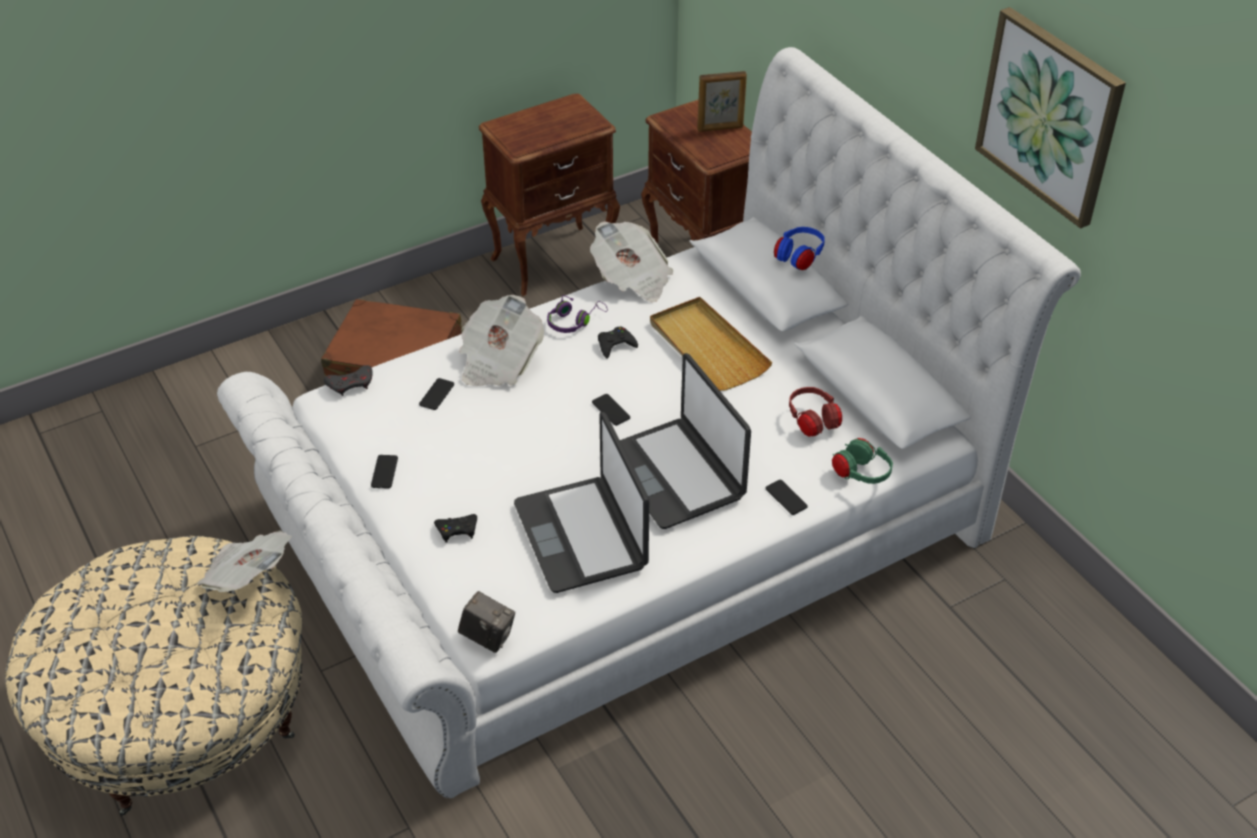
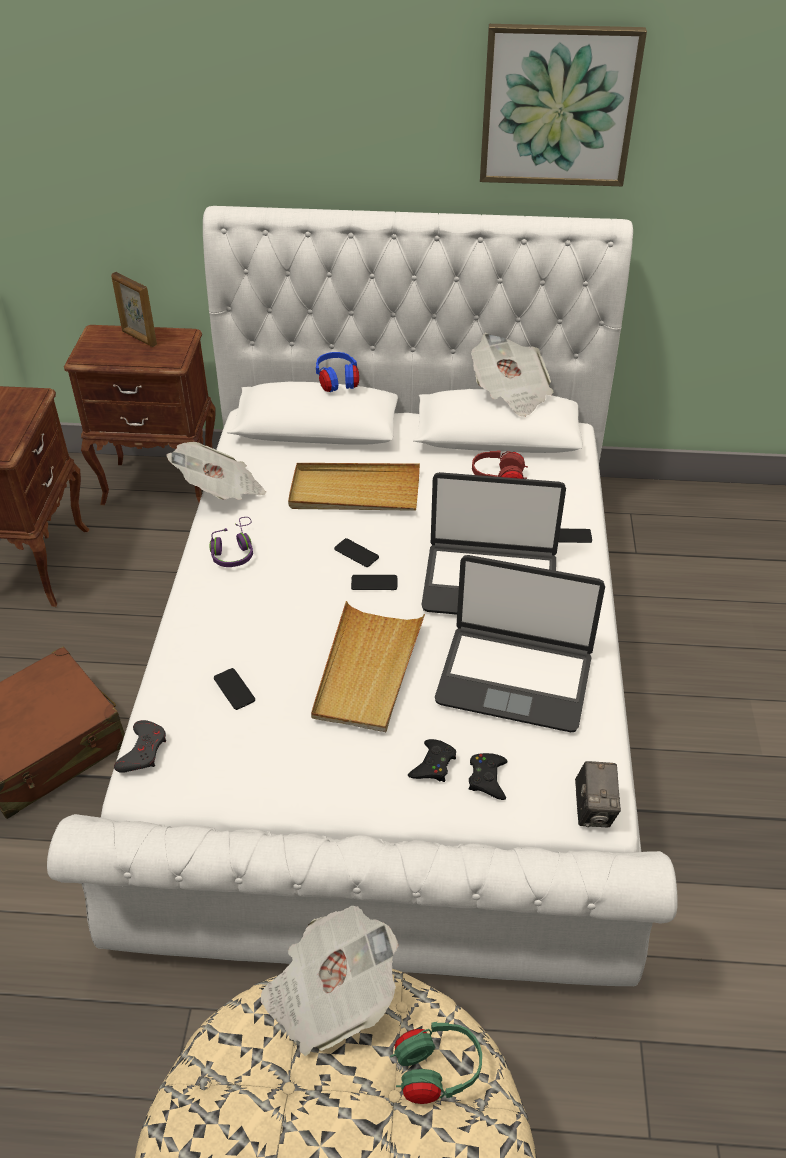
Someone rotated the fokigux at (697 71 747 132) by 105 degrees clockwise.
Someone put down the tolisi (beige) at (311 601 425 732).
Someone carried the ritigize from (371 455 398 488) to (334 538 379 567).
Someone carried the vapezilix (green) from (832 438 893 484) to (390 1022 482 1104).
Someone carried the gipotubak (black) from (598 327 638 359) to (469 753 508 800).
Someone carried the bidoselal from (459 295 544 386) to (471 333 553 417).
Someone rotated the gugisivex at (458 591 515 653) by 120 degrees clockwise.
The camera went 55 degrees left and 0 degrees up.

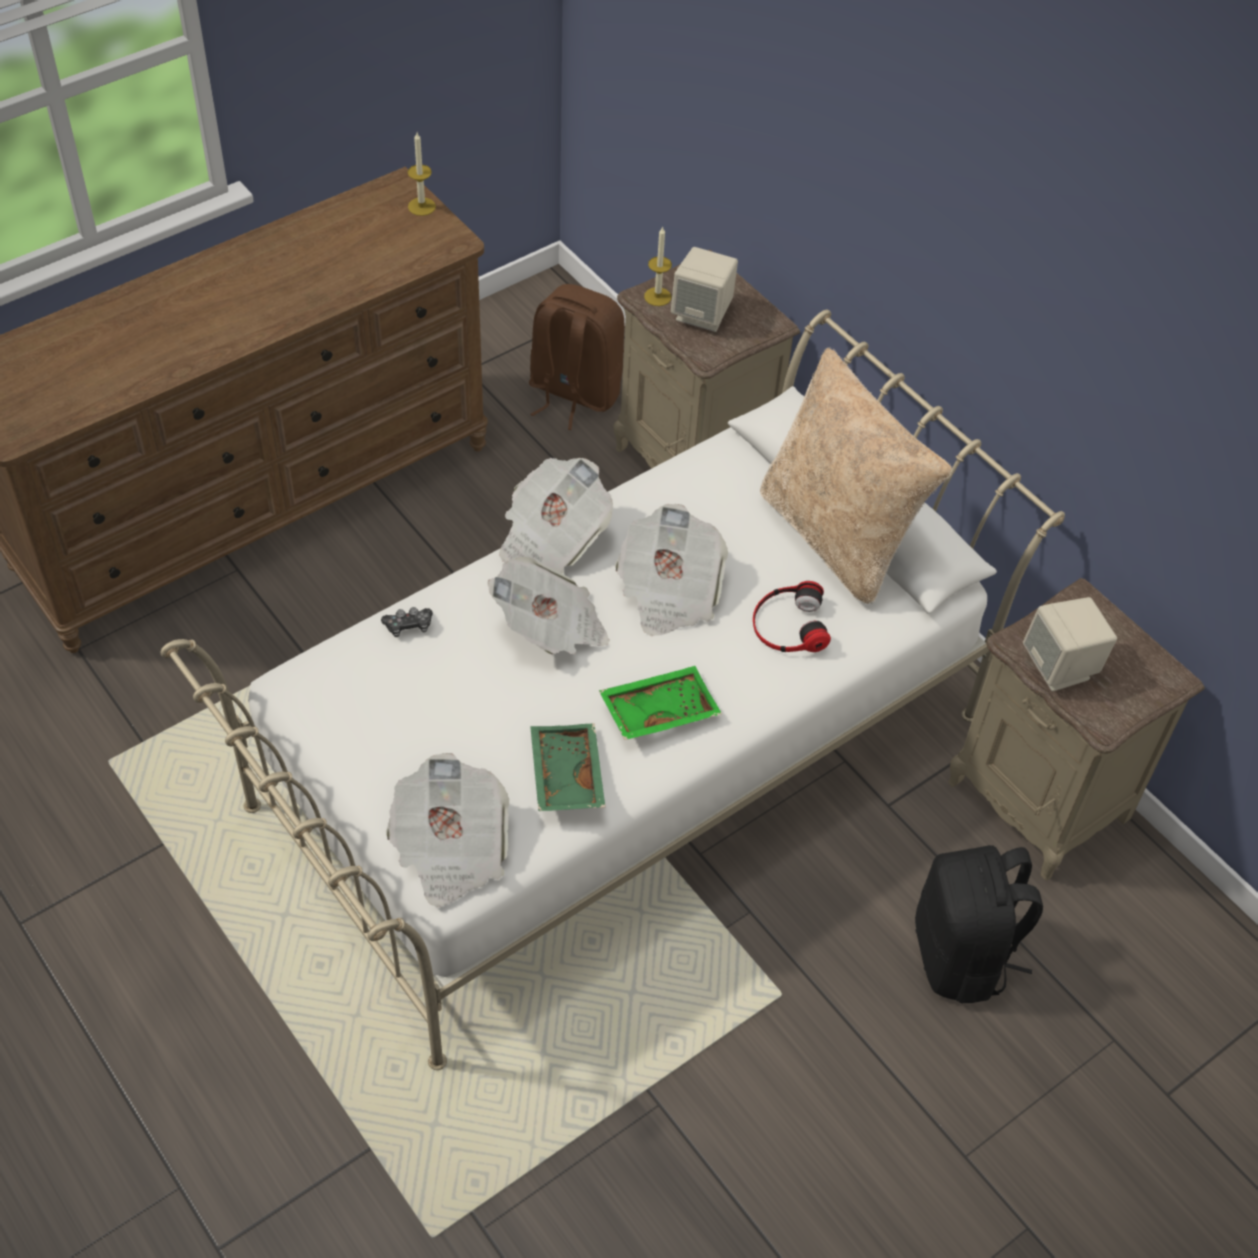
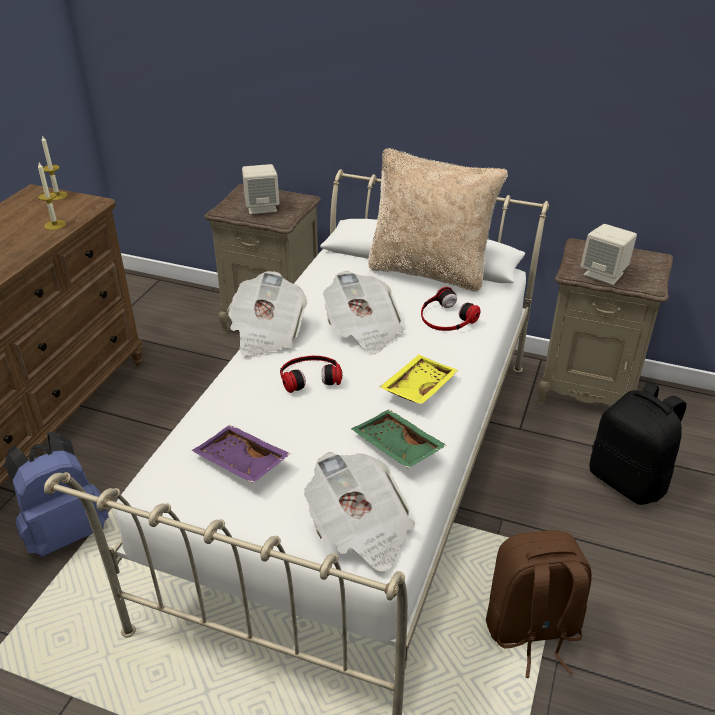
Someone put down the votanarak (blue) at (4 432 108 557).
Someone carried the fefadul from (644 226 672 306) to (38 162 66 230).
Someone put down the tolisi (purple) at (191 425 291 483).
Someone swapped the bidoselal at (488 557 610 655) for the vapezilix at (280 356 342 393).
Someone repainted the tolisi (green) at (599 666 722 740), which became the tolisi (yellow) at (380 354 459 405).
Someone carried the votanarak (brown) from (529 284 624 430) to (486 530 592 678).
Someone took away the gipotubak at (381 607 433 637).
The camera went 30 degrees left and 15 degrees down.

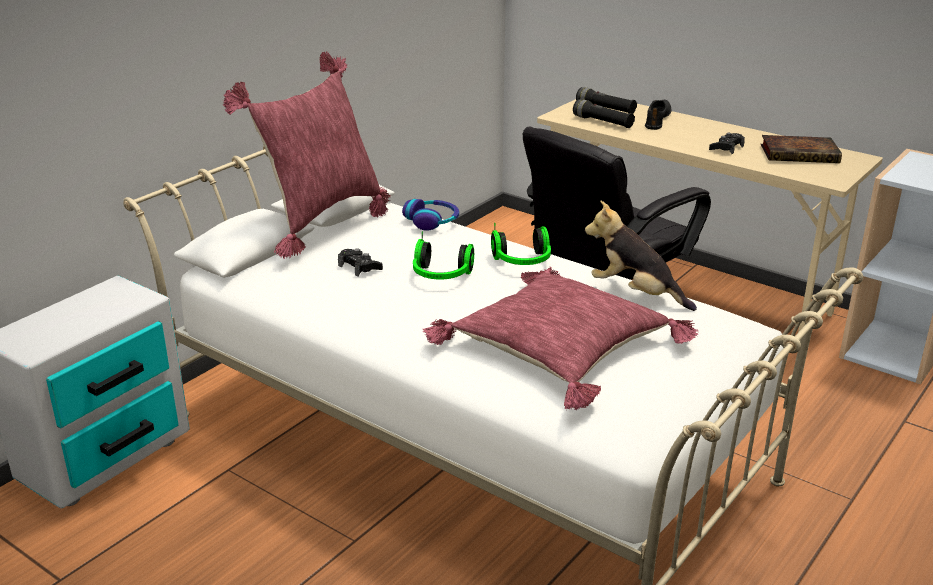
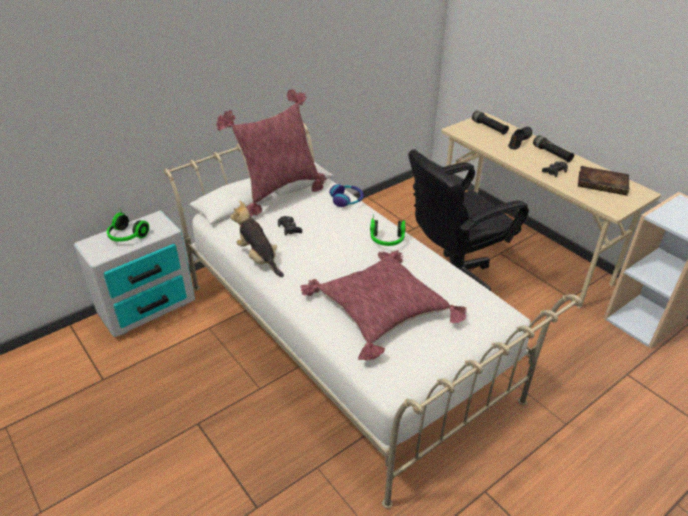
Someone carried the vapezilix from (413 232 474 280) to (107 209 149 242).
Someone carried the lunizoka from (585 201 697 311) to (230 201 284 277).
Someone carried the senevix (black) from (573 99 635 128) to (533 135 575 162).
The camera went 15 degrees right and 10 degrees up.

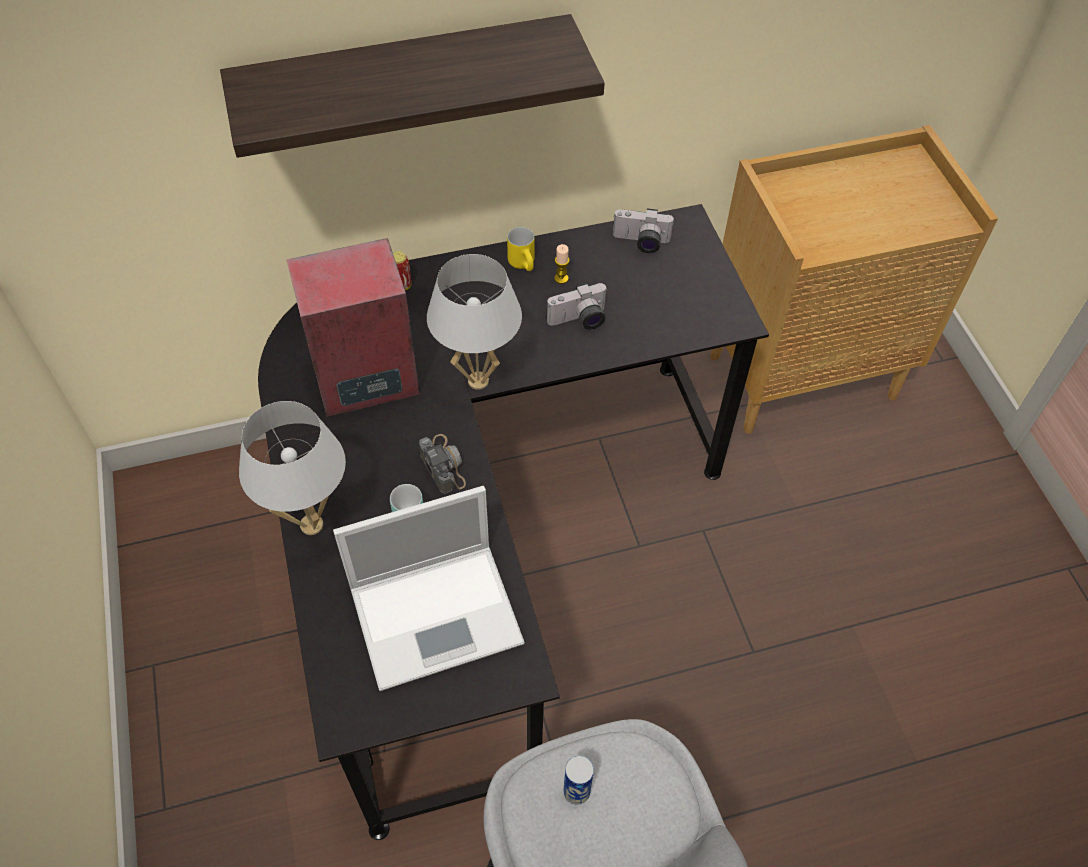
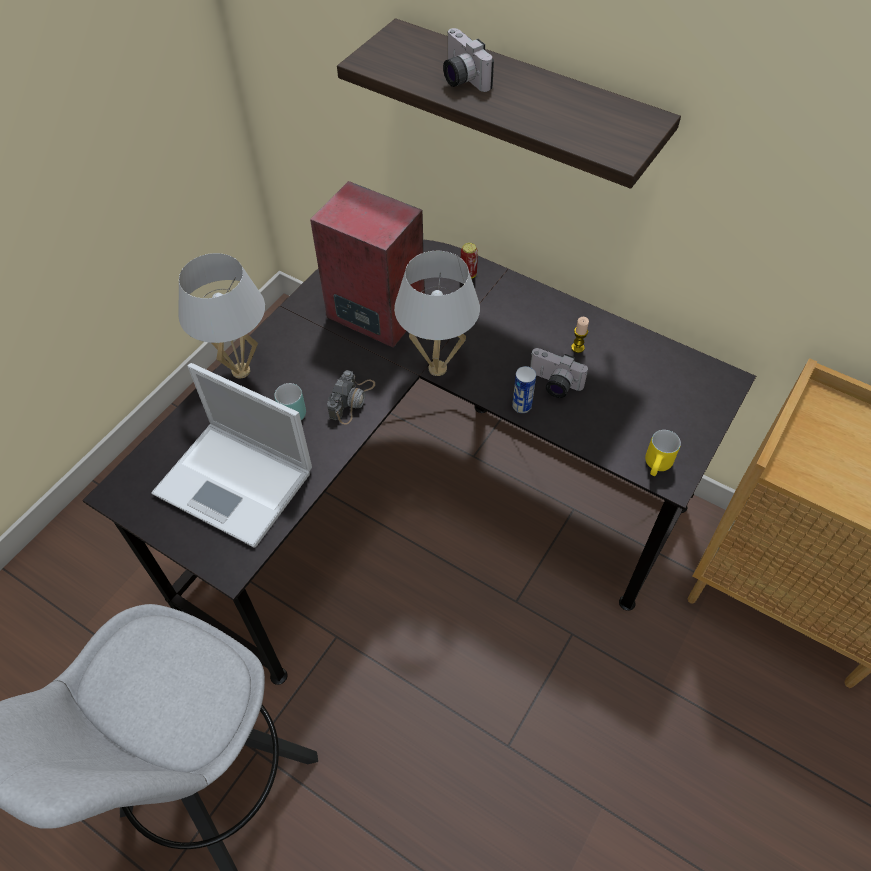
Someone carried the gugisivex from (613 208 674 253) to (443 28 494 92).
Someone carried the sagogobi from (563 755 594 805) to (512 366 536 413).
Someone carried the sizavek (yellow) from (507 227 535 271) to (645 430 681 476).
The camera went 50 degrees right and 0 degrees up.

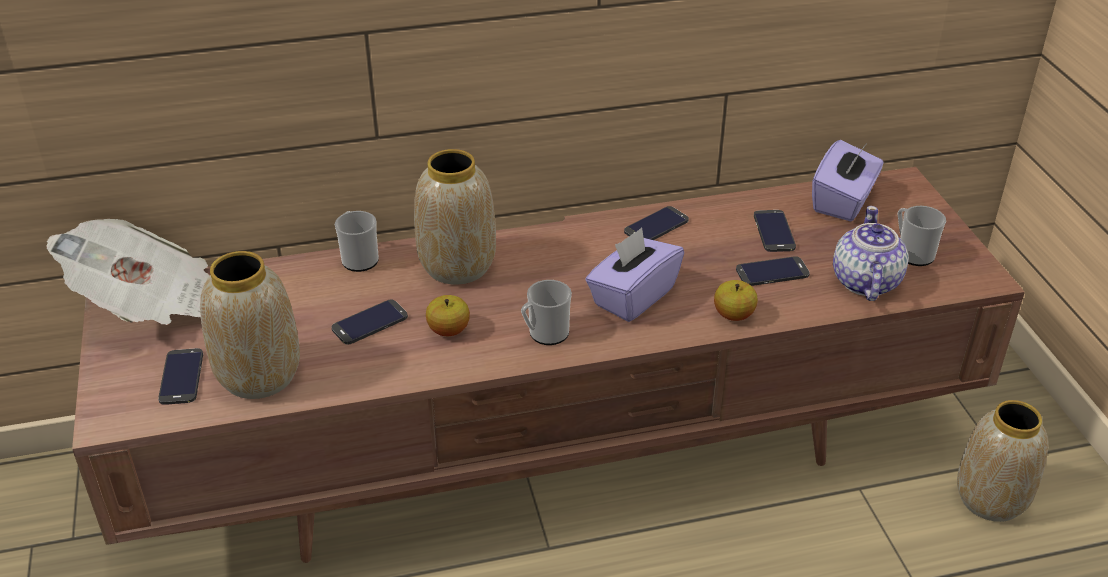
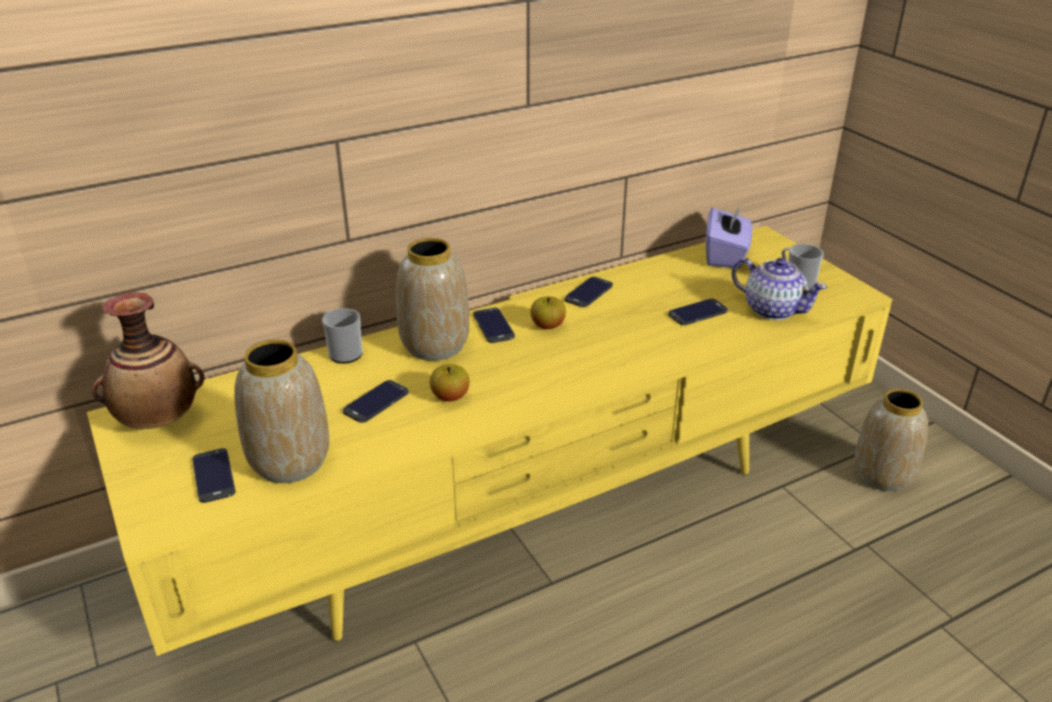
Someone repainted the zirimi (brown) at (72 167 1025 563), which became the zirimi (yellow) at (87 226 892 656).
Someone swapped the bidoselal at (47 219 209 325) for the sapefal at (92 292 204 429).
Someone carried the ritigize from (754 210 796 252) to (473 308 515 343).
Someone carried the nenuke from (714 280 758 321) to (530 296 566 329).
Someone rotated the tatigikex at (833 206 909 301) by 135 degrees clockwise.
Someone took away the sizavek at (521 280 572 345).
Someone took away the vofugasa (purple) at (585 228 684 322).
The camera went 15 degrees left and 5 degrees down.

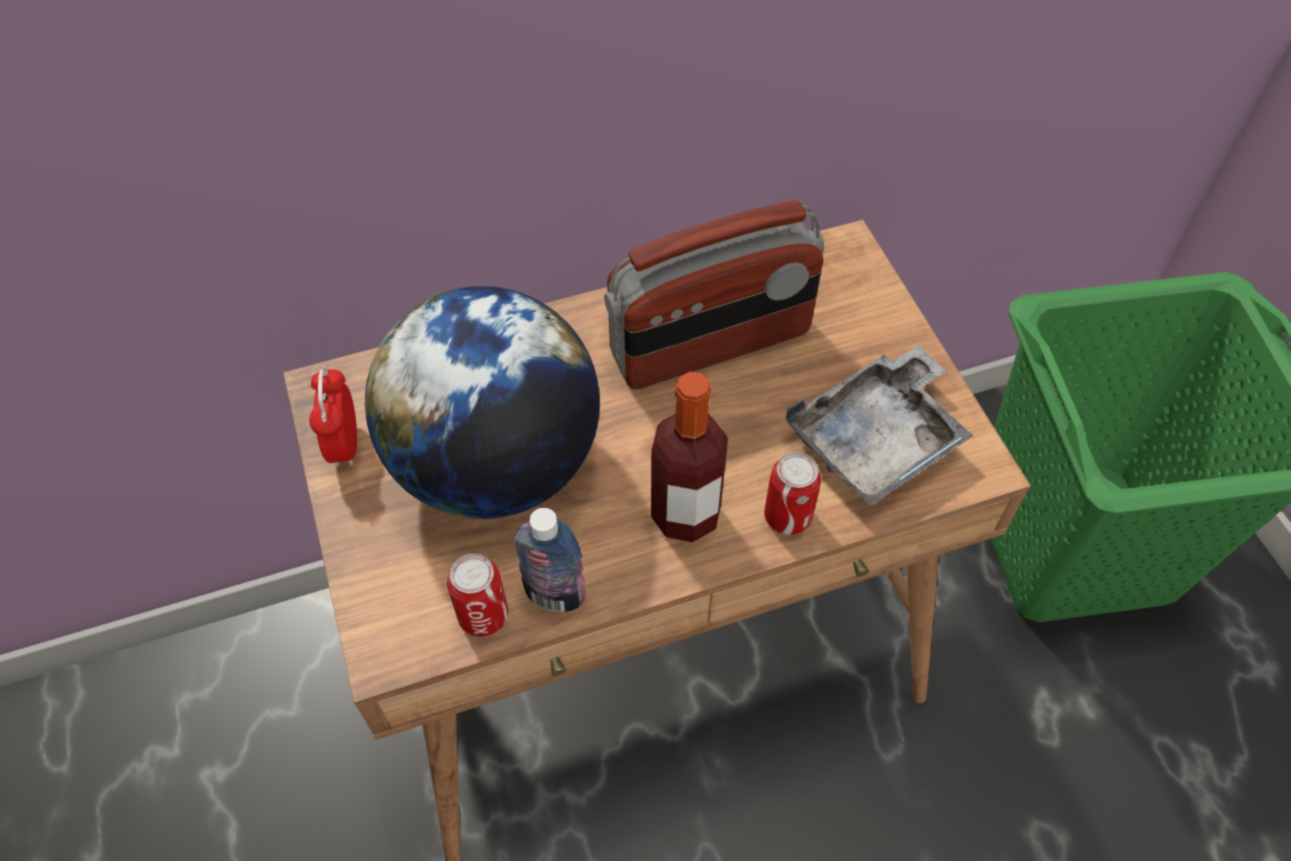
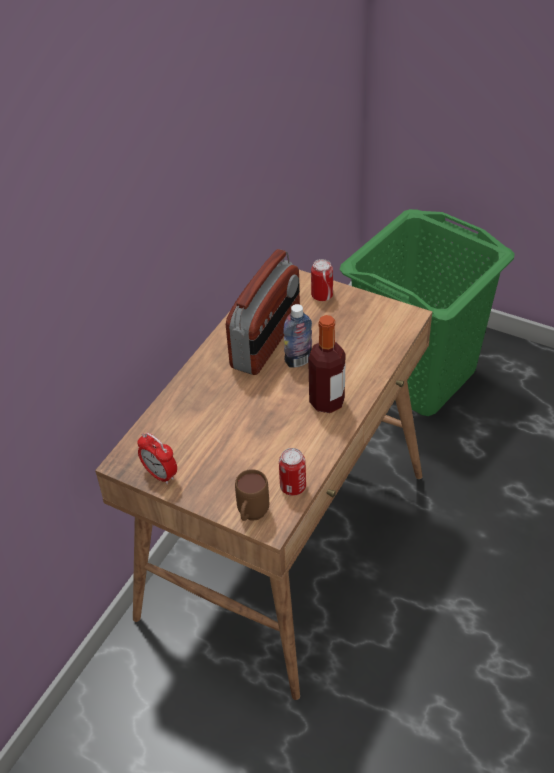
Someone put down the sizavek (brown) at (235 469 269 521).
Someone carried the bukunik from (514 508 586 612) to (283 304 312 367).
Someone carried the sagogobi from (764 452 821 535) to (311 259 333 301).
Someone took away the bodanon at (365 286 600 519).
Someone took away the tolisi (grey) at (786 345 973 506).
The camera went 40 degrees left and 10 degrees down.

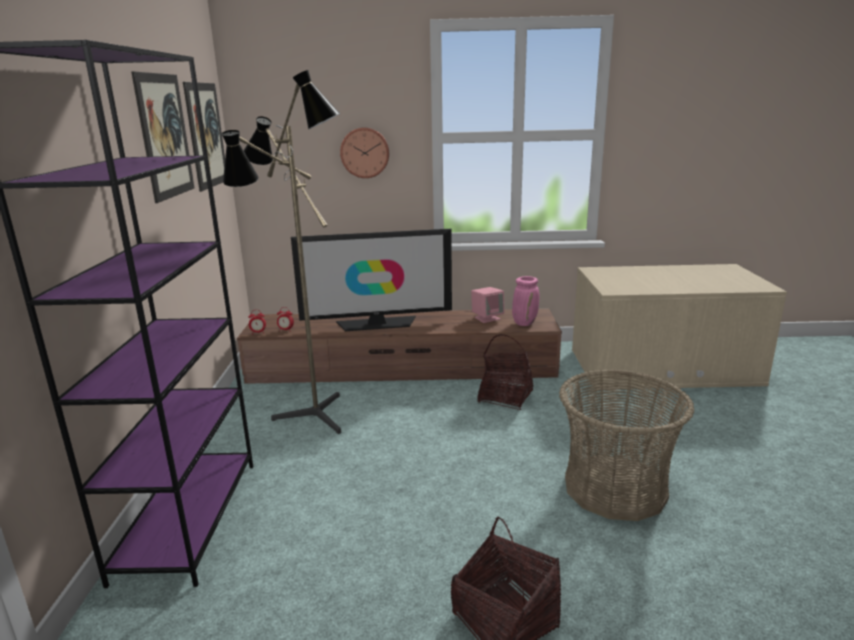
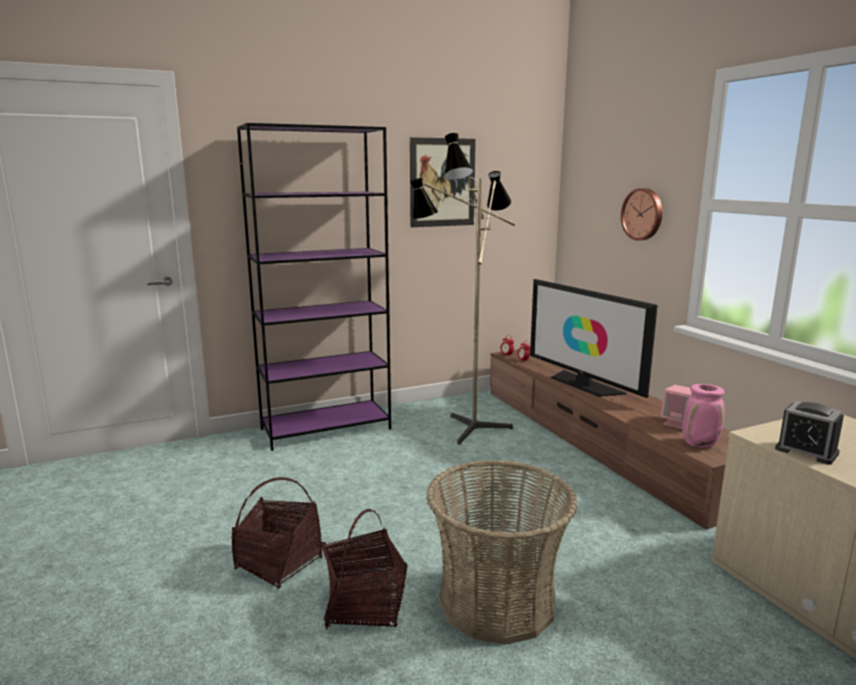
Someone carried the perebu from (477 334 534 410) to (321 509 407 629).
Someone put down the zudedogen at (775 401 844 465).
Someone took away the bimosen at (183 82 225 192).
The camera went 65 degrees right and 5 degrees down.

